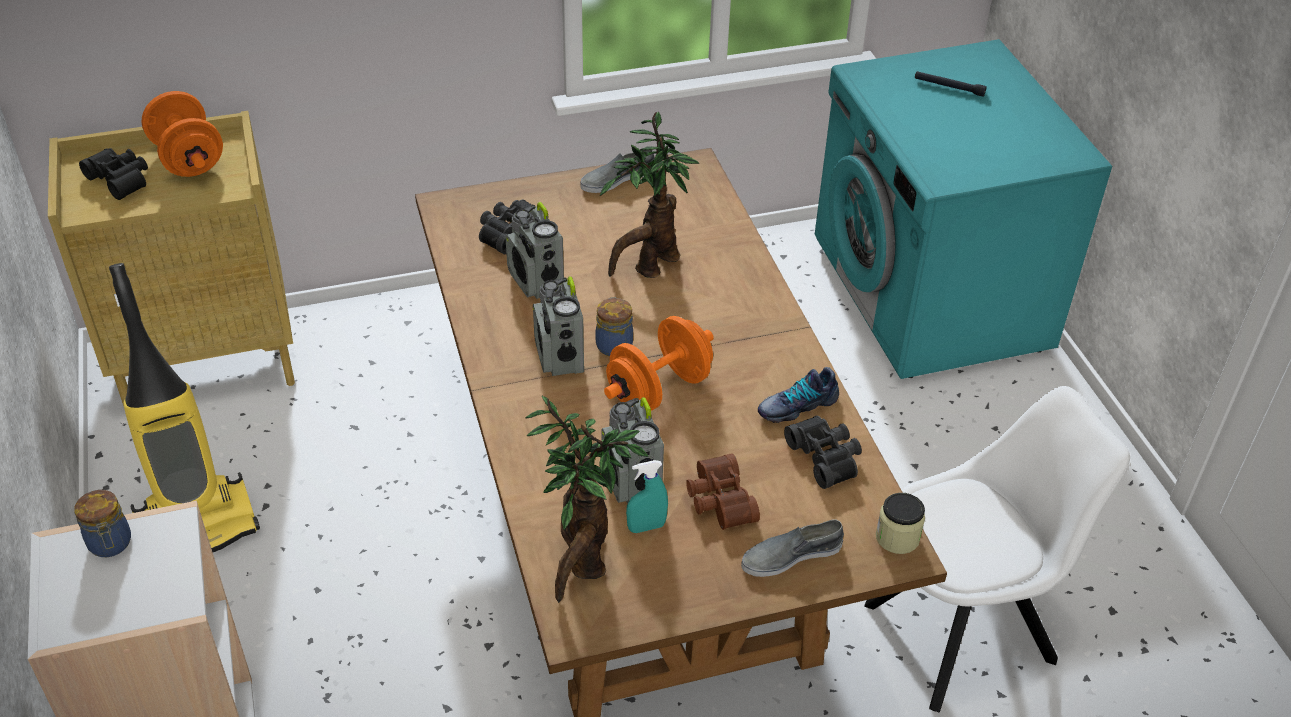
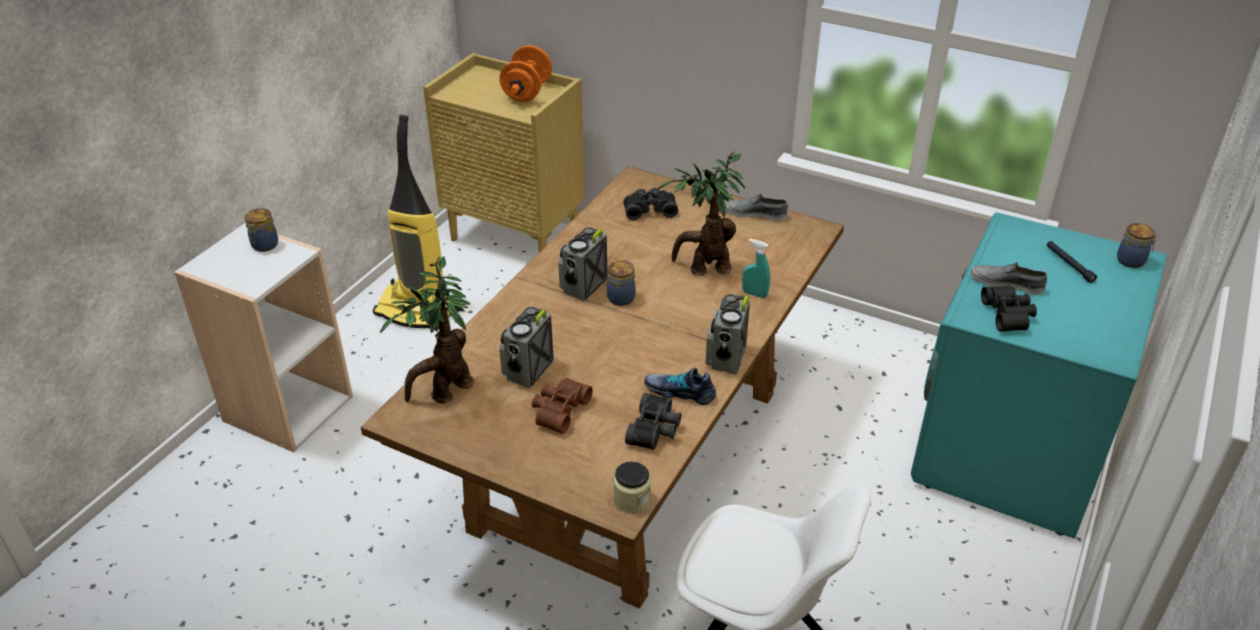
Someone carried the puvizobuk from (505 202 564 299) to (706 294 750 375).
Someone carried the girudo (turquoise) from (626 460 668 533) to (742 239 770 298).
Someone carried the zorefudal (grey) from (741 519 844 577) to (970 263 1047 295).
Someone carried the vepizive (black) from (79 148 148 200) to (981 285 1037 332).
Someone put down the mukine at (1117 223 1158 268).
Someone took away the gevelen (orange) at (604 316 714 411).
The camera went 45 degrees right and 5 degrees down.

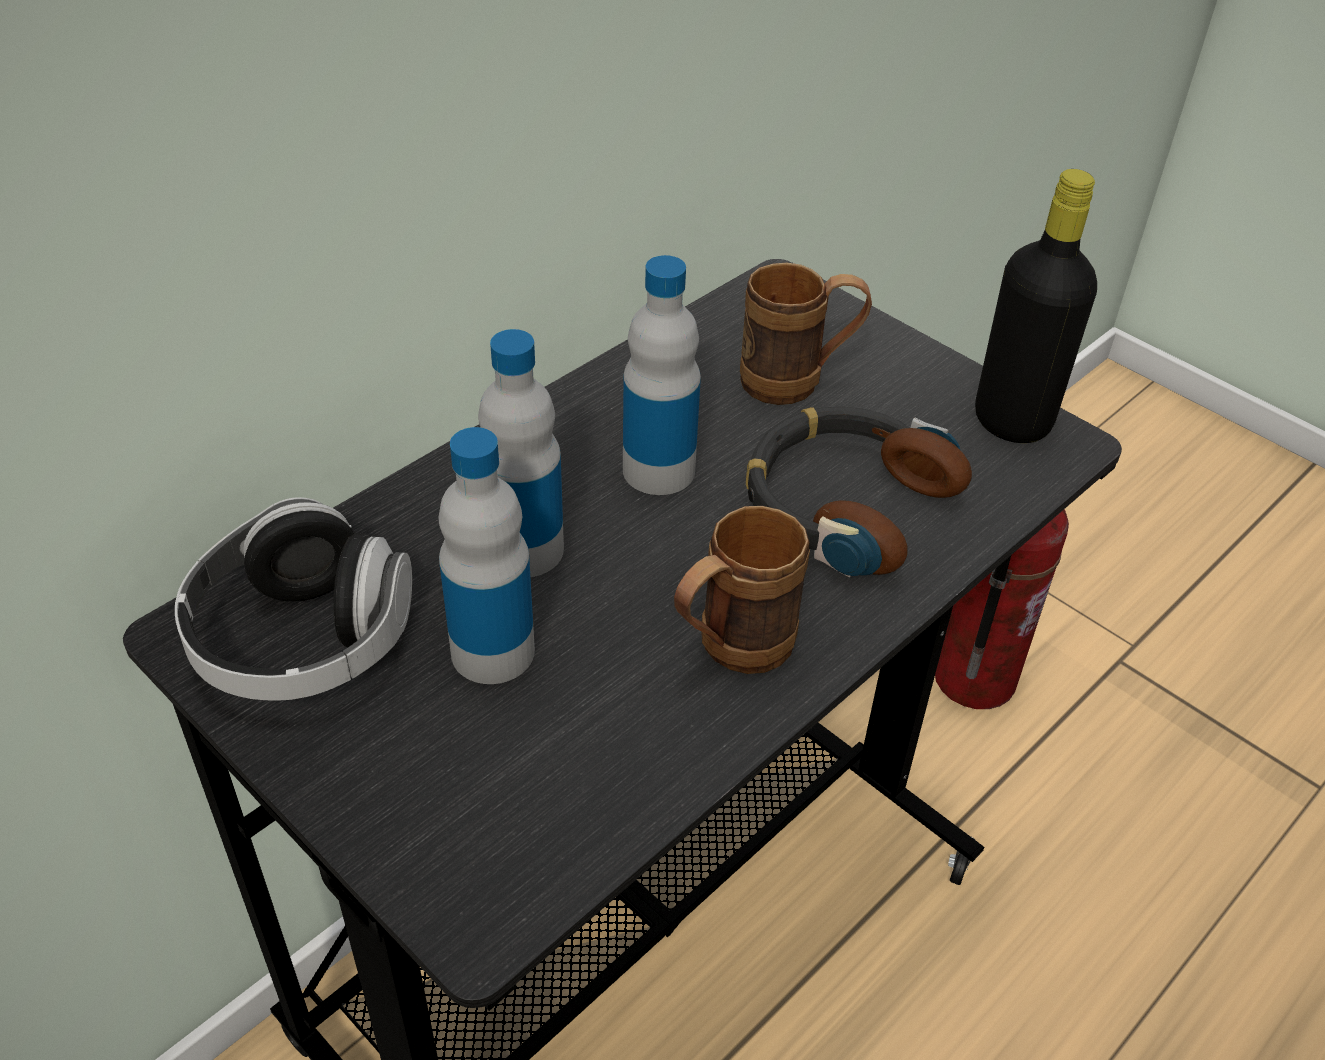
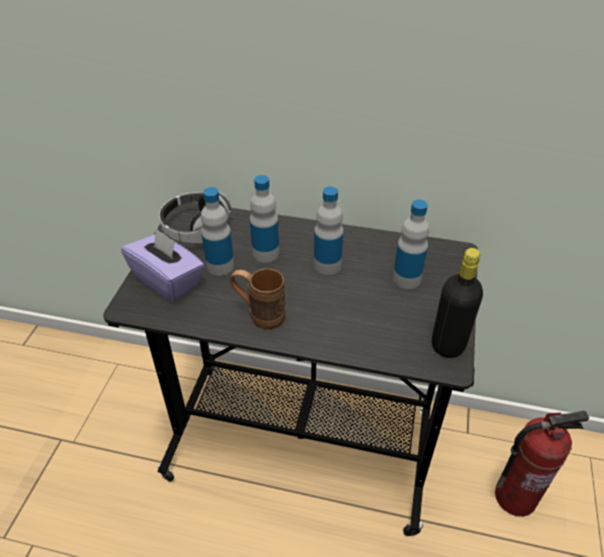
Someone put down the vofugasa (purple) at (121 228 204 302).
Someone swapped the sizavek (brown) at (740 263 872 405) for the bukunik at (393 200 429 289).
Someone took away the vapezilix at (746 407 972 577).
The camera went 60 degrees right and 0 degrees up.

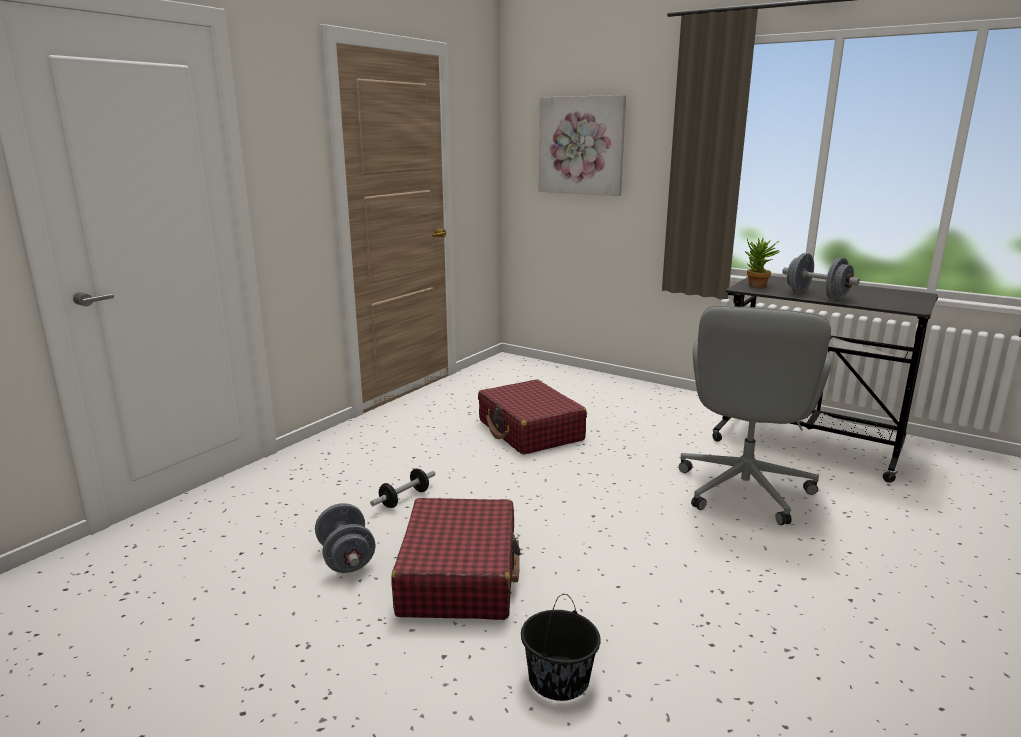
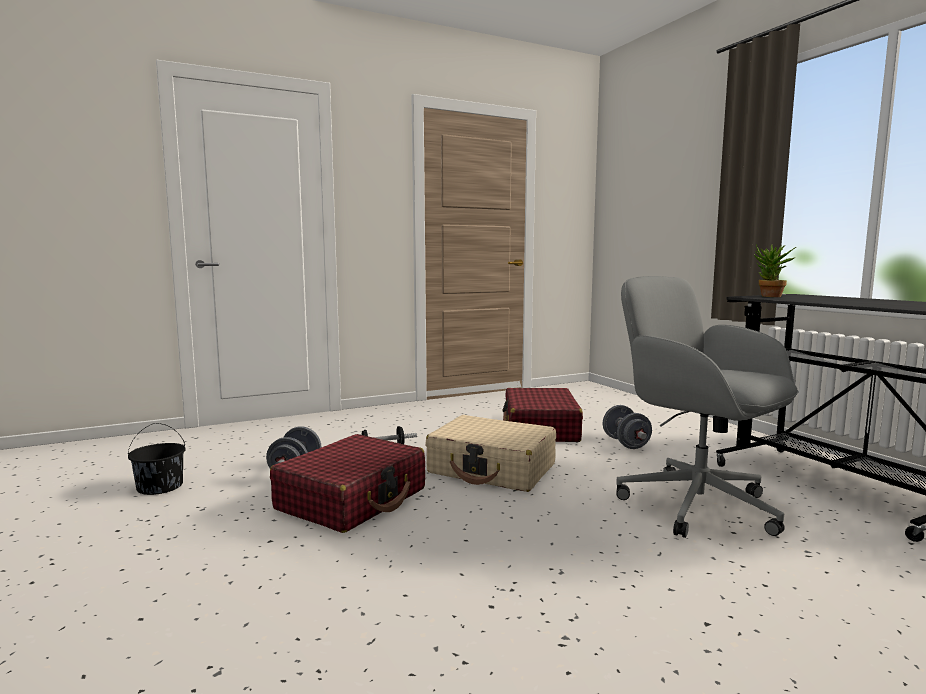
Someone carried the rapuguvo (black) from (521 594 601 701) to (128 423 186 495).
Someone put down the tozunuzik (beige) at (425 415 556 492).
Someone carried the gevelen (grey) from (782 253 860 300) to (603 405 652 449).
Someone rotated the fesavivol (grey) at (679 306 831 525) by 90 degrees clockwise.
Someone took away the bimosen at (539 95 626 196).
The camera went 30 degrees right and 10 degrees down.

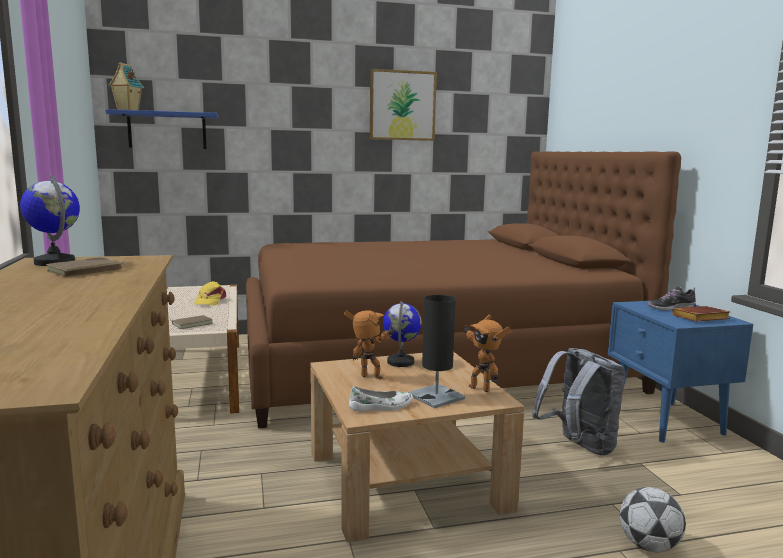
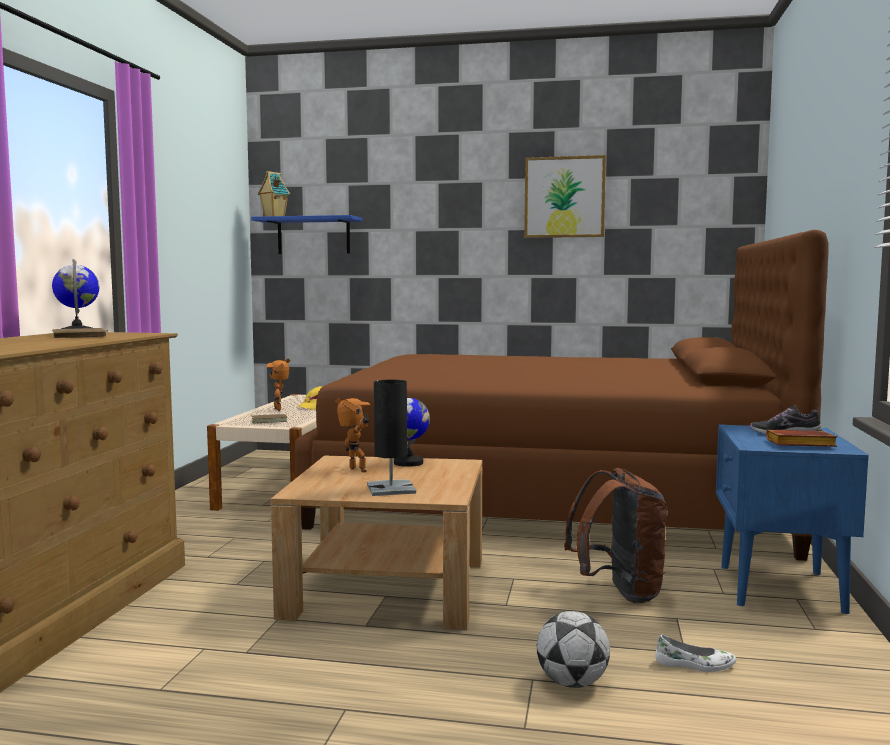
Someone carried the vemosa from (463 314 511 392) to (266 358 290 411).
Someone repainted the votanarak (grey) at (532 348 626 456), which became the votanarak (brown) at (564 467 668 604).
Someone carried the zorefudal (white) from (349 386 413 412) to (655 634 736 672).
The camera went 25 degrees right and 5 degrees down.

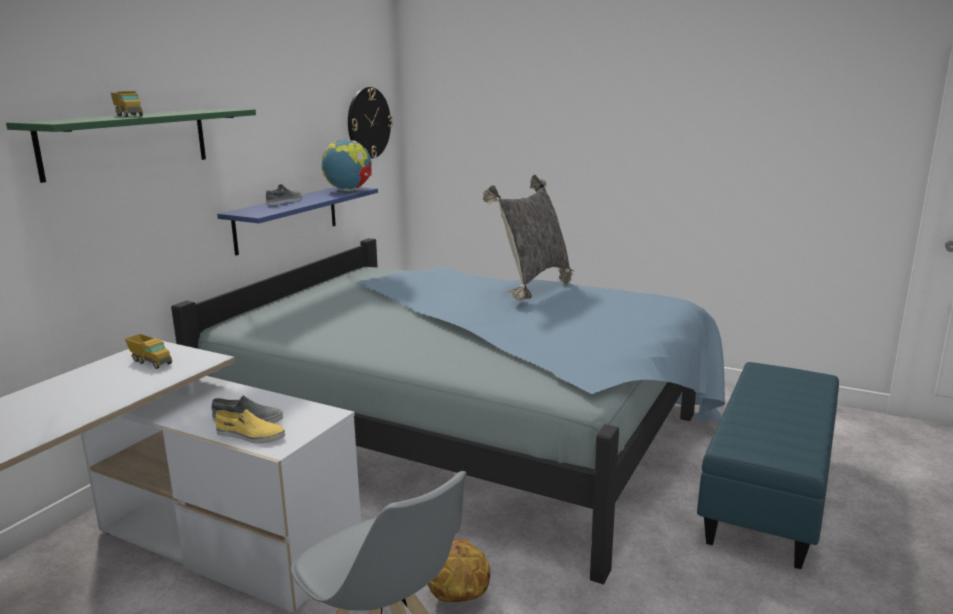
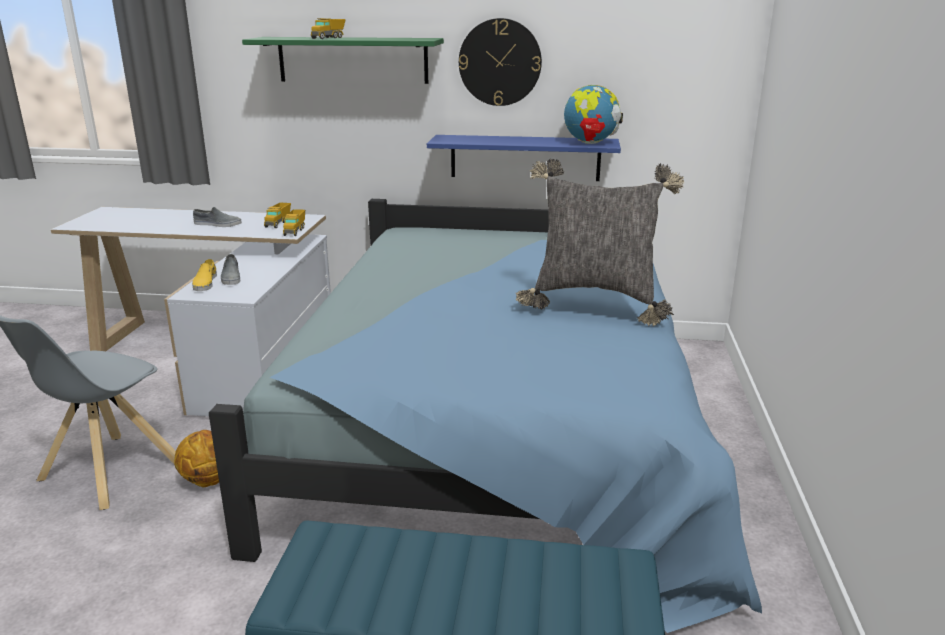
Someone carried the zorefudal (grey) from (266 184 302 205) to (193 207 242 227).
Someone put down the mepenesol at (283 209 305 236).
Someone carried the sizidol from (348 87 393 159) to (459 18 542 106).
The camera went 70 degrees right and 5 degrees up.

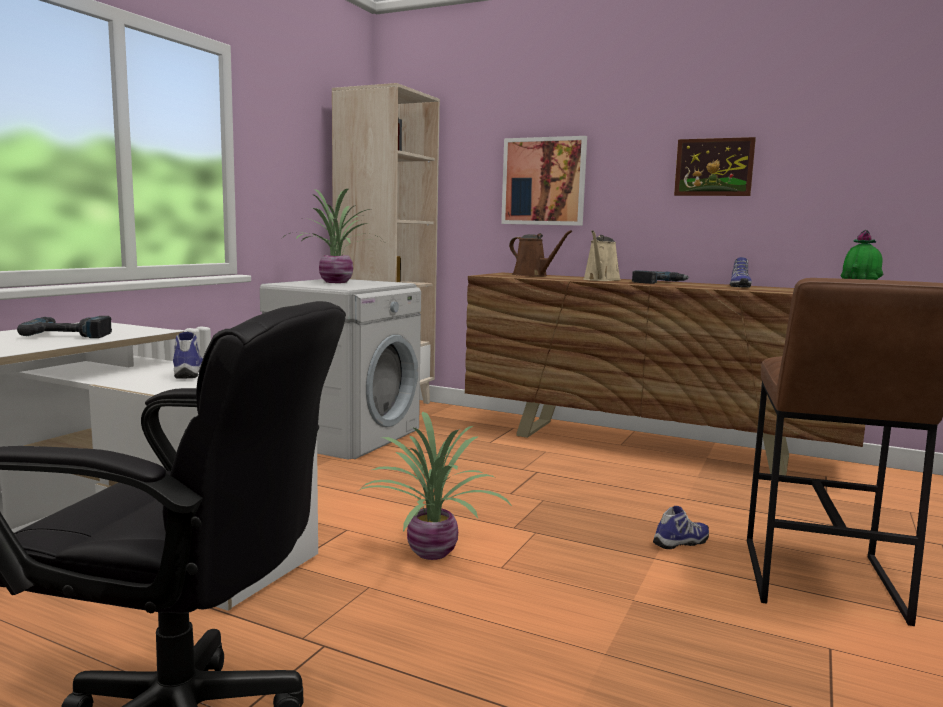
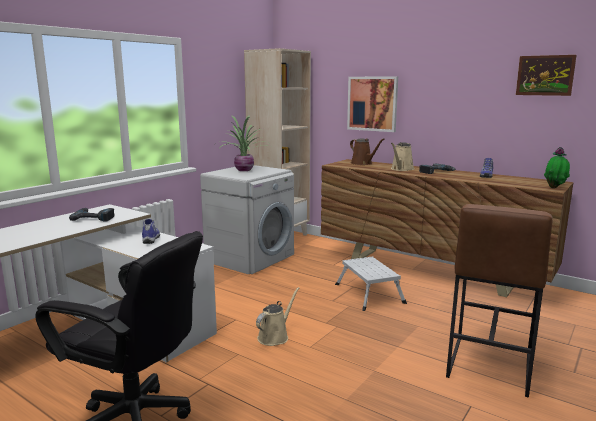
Someone swapped the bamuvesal at (358 412 512 560) for the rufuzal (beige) at (256 287 299 346).
Someone put down the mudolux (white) at (335 256 407 311).
Someone carried the bimosen from (674 137 756 196) to (516 55 577 96).
Someone took away the zorefudal at (653 506 709 549).
The camera went 10 degrees right and 5 degrees up.

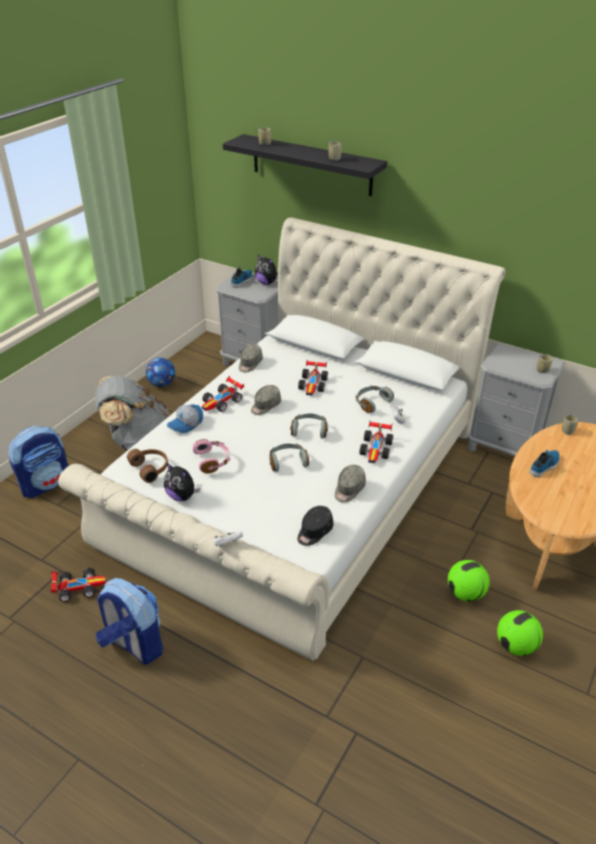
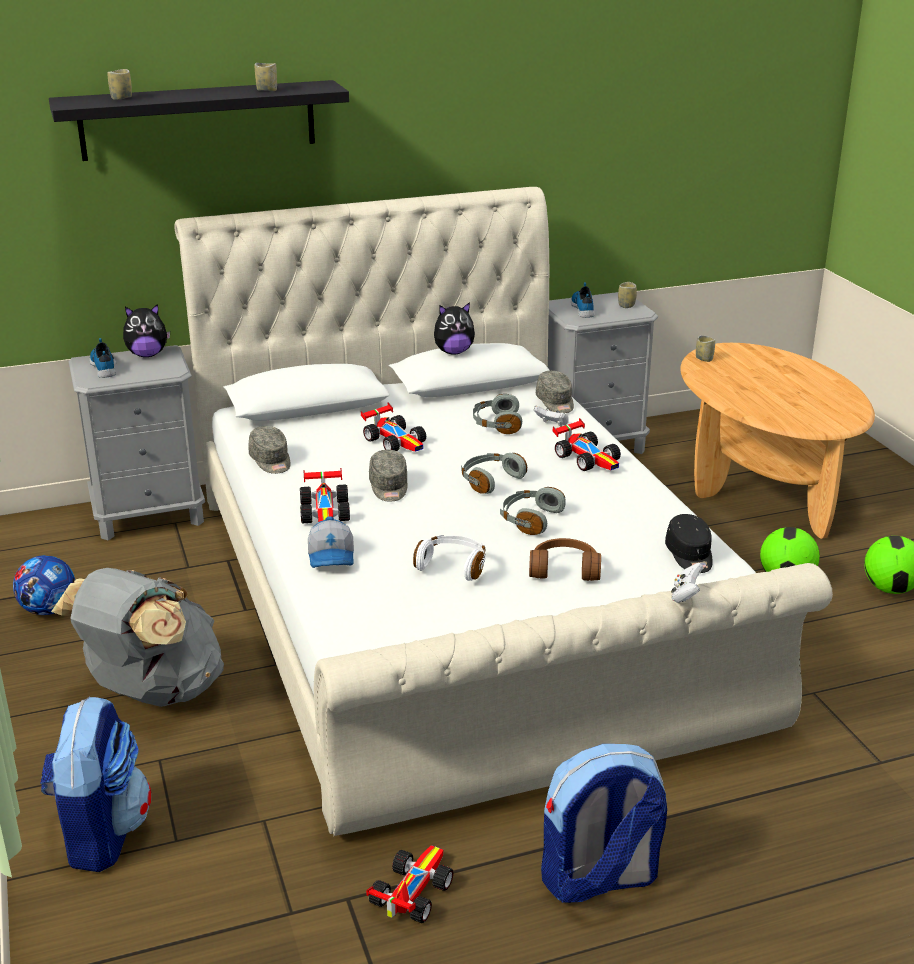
Someone repainted the vapezilix (pink) at (193 439 230 473), which became the vapezilix (white) at (413 535 486 581).
Someone carried the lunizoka from (164 463 200 501) to (434 302 475 354).
Someone carried the vapezilix (brown) from (127 449 168 483) to (529 538 601 581).
Someone carried the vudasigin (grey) from (335 465 366 503) to (536 371 574 413).
Someone carried the zorefudal from (529 450 560 477) to (571 282 594 318).
The camera went 50 degrees left and 10 degrees down.

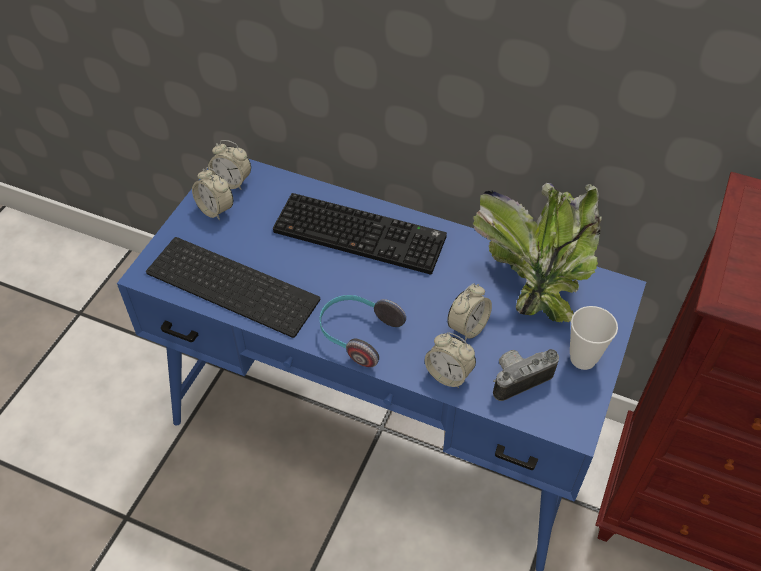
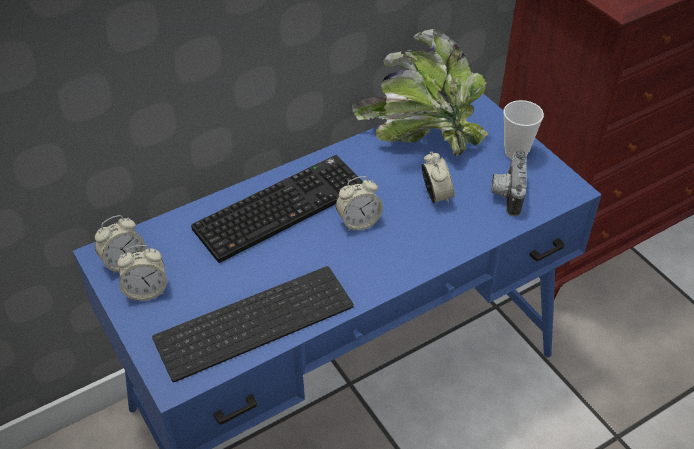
Someone carried the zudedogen from (425 332 476 388) to (336 176 383 231).
Someone took away the vapezilix at (320 295 406 367).
The camera went 55 degrees left and 5 degrees down.

